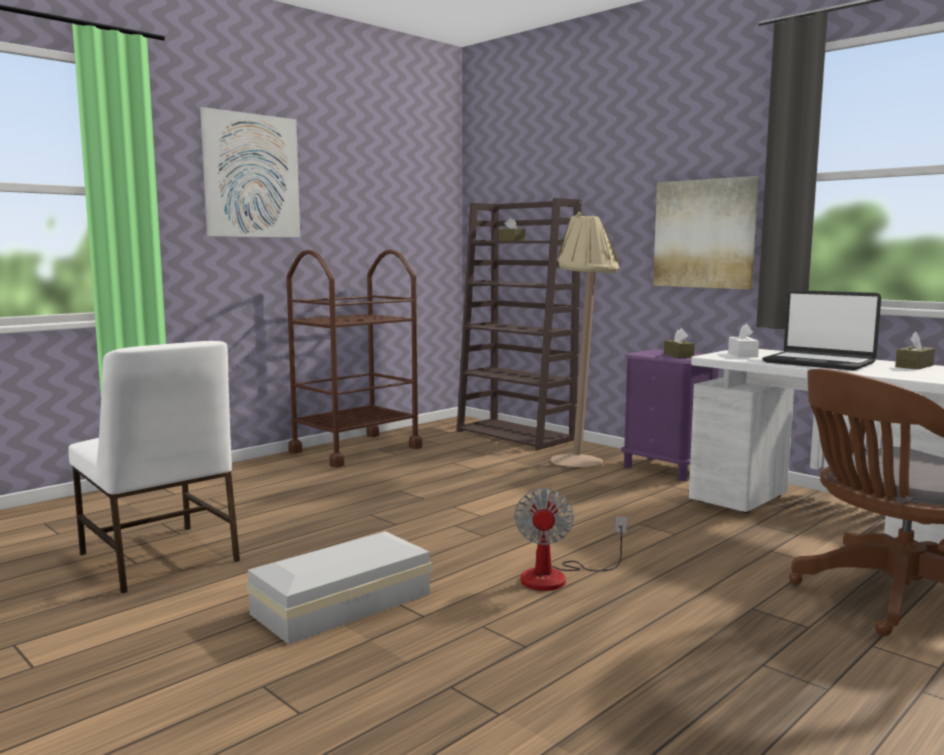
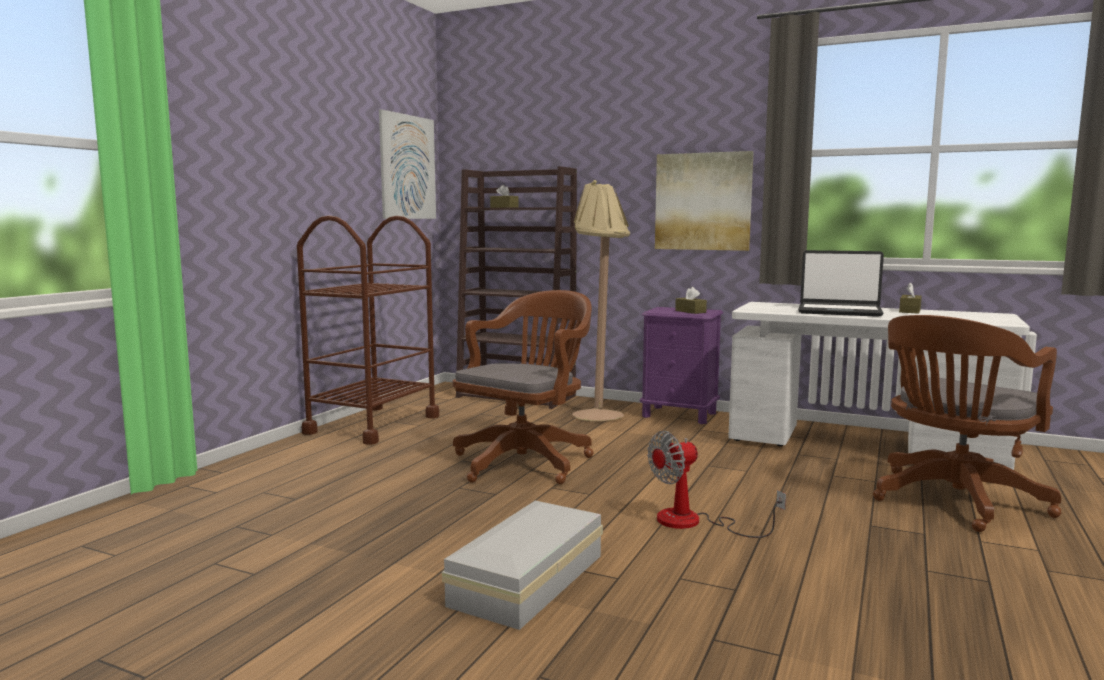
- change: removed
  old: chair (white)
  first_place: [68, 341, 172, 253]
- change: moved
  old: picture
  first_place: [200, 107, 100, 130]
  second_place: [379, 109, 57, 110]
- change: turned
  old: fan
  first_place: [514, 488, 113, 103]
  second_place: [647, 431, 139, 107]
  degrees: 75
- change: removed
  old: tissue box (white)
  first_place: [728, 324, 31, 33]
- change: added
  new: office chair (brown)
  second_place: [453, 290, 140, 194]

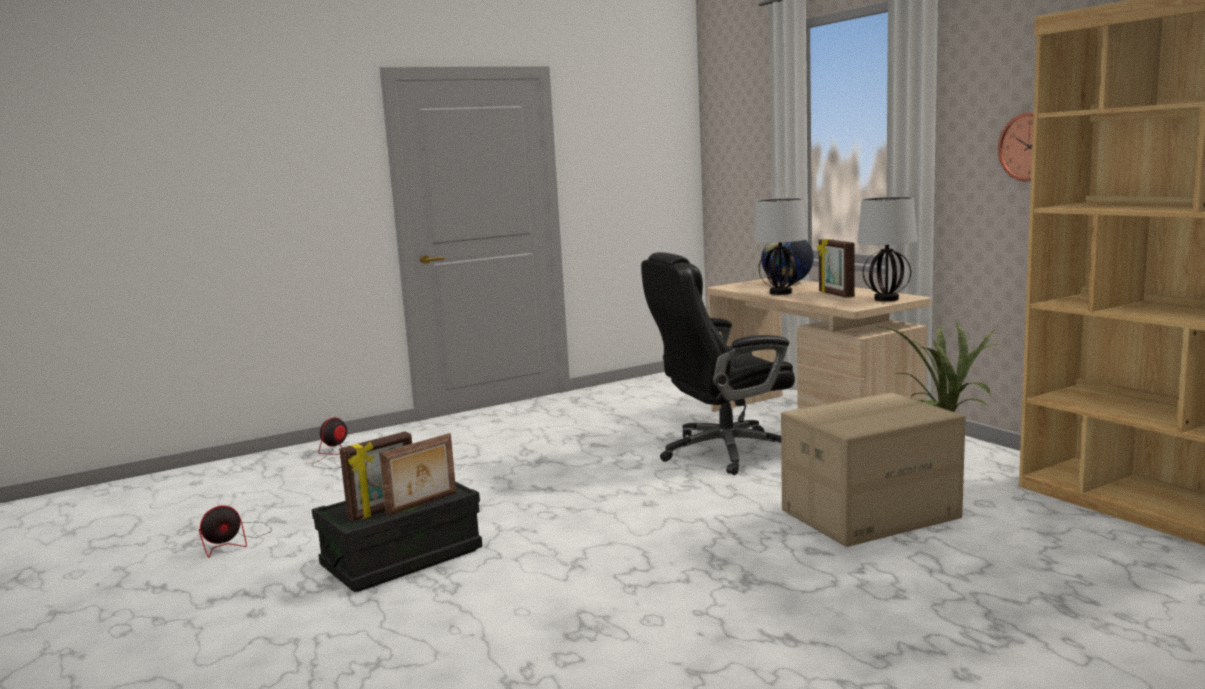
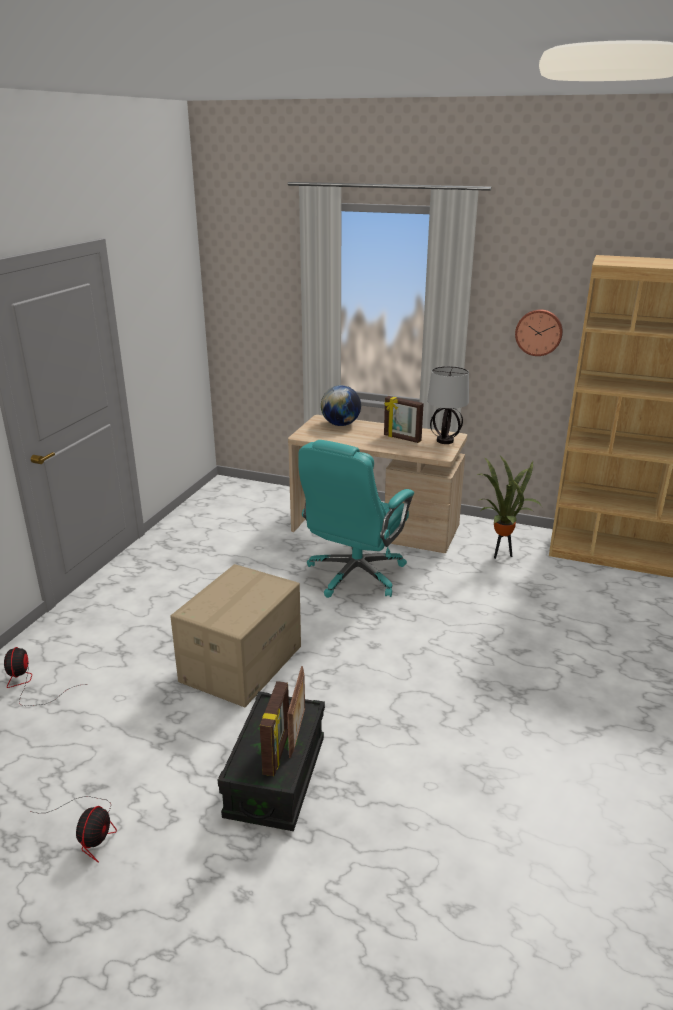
- change: recoloured
  old: office chair (black)
  new: office chair (turquoise)
  first_place: [641, 252, 154, 223]
  second_place: [298, 440, 116, 158]
- change: removed
  old: table lamp
  first_place: [753, 198, 54, 97]
- change: moved
  old: cardboard box
  first_place: [781, 392, 185, 155]
  second_place: [170, 564, 131, 143]

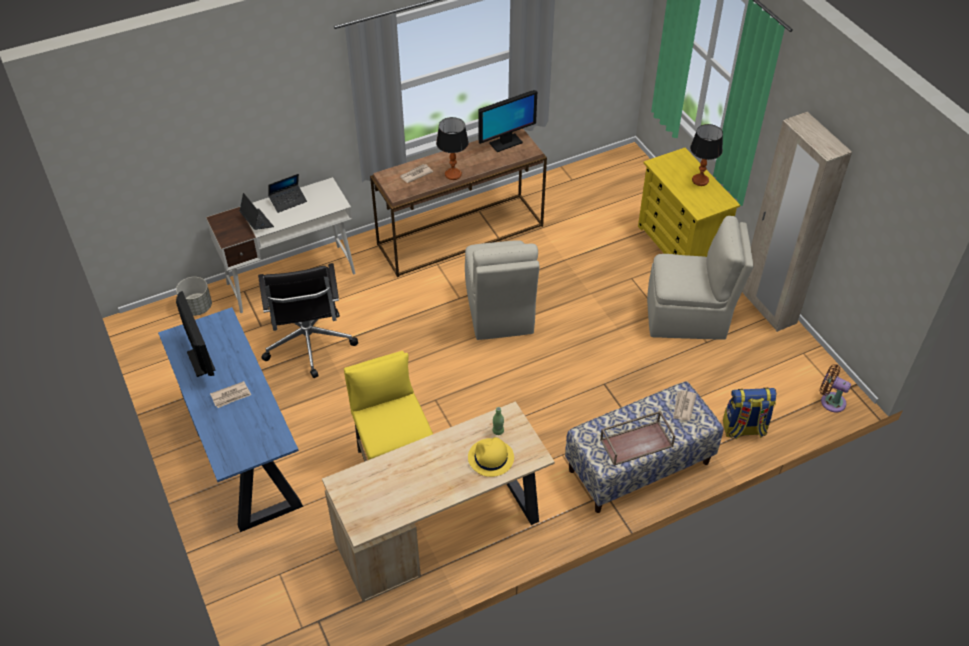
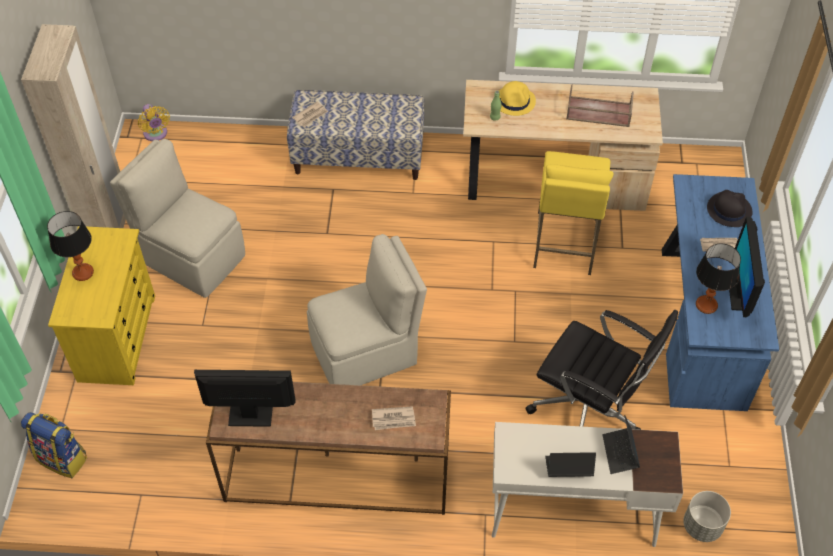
- change: turned
  old: office chair (black)
  first_place: [258, 263, 100, 115]
  second_place: [525, 310, 153, 120]
  degrees: 105
- change: moved
  old: table lamp
  first_place: [436, 117, 33, 63]
  second_place: [696, 243, 45, 71]
- change: turned
  old: chair (beige)
  first_place: [465, 240, 74, 100]
  second_place: [307, 234, 120, 151]
  degrees: 45
- change: moved
  old: tray (brown)
  first_place: [600, 411, 75, 55]
  second_place: [566, 84, 68, 43]
- change: moved
  old: backpack
  first_place: [723, 388, 53, 51]
  second_place: [21, 412, 66, 66]
- change: recoloured
  old: fan (brown)
  new: fan (yellow)
  first_place: [820, 364, 31, 48]
  second_place: [138, 104, 32, 37]
- change: added
  new: hat (black)
  second_place: [707, 190, 46, 37]

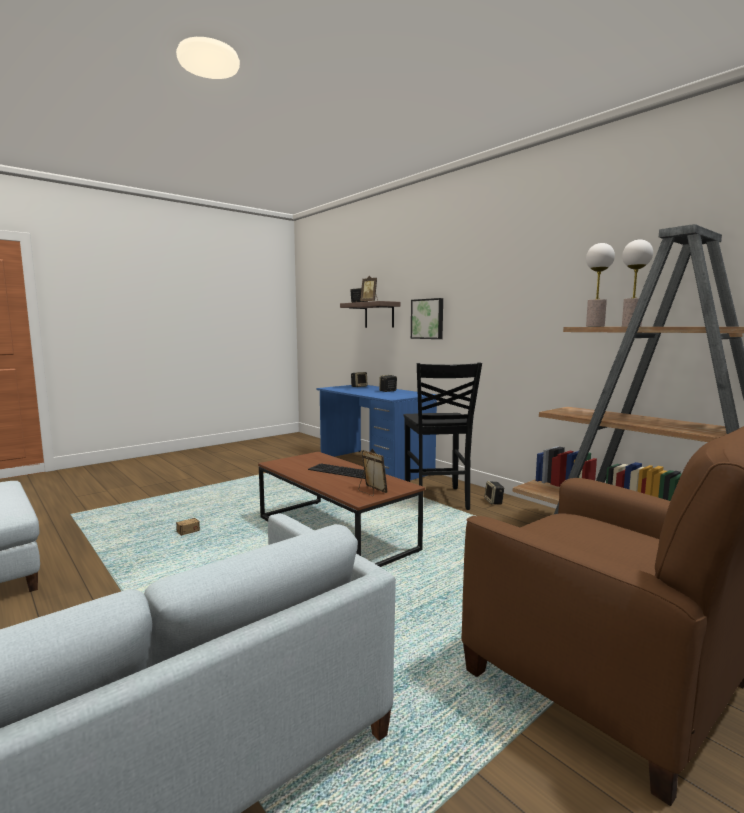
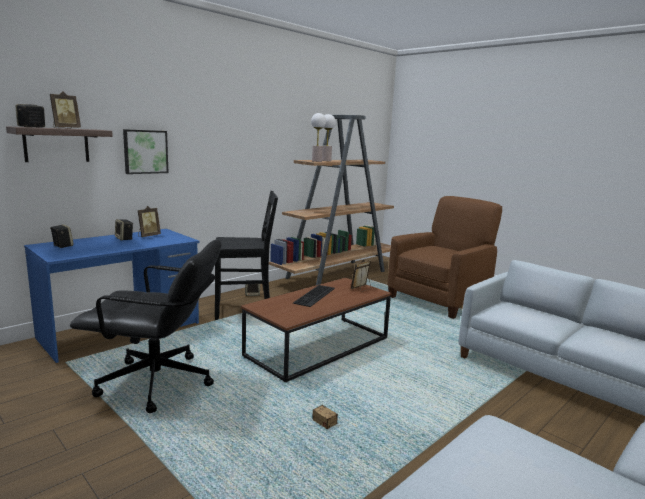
- change: added
  new: office chair (black)
  second_place: [70, 239, 152, 174]
- change: added
  new: picture frame
  second_place: [138, 206, 23, 31]

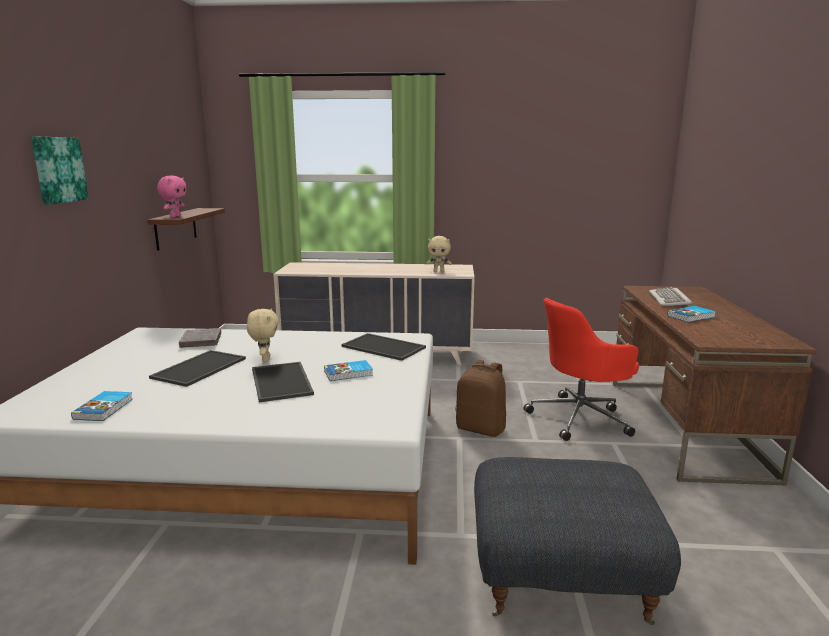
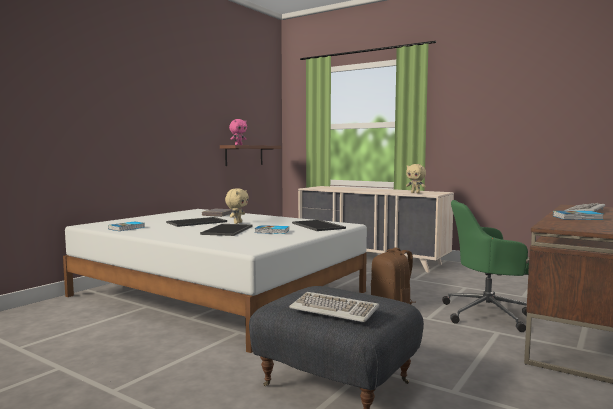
- change: removed
  old: picture
  first_place: [31, 137, 58, 68]
- change: recoloured
  old: office chair (red)
  new: office chair (green)
  first_place: [524, 298, 115, 143]
  second_place: [442, 200, 87, 132]
- change: added
  new: keyboard
  second_place: [289, 292, 90, 30]

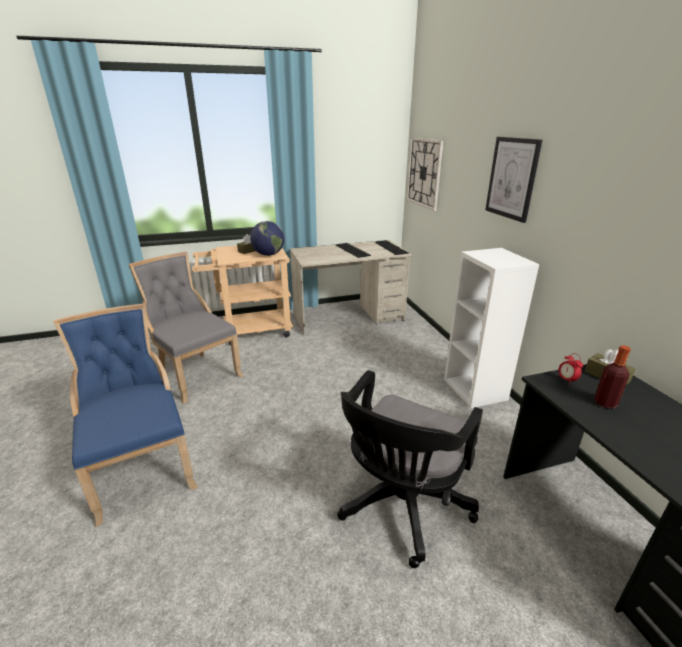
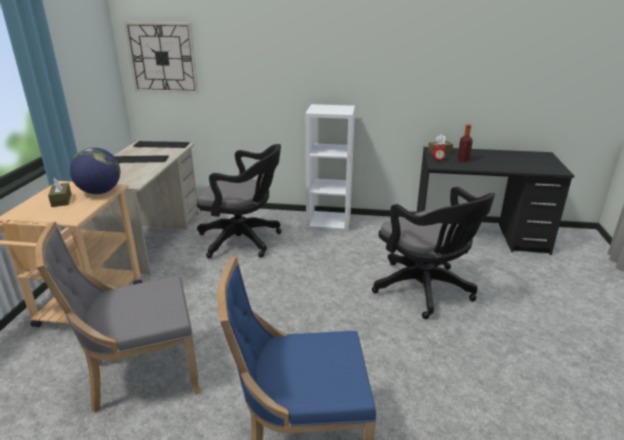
- change: removed
  old: picture
  first_place: [485, 137, 57, 86]
- change: added
  new: office chair (black)
  second_place: [197, 144, 85, 115]

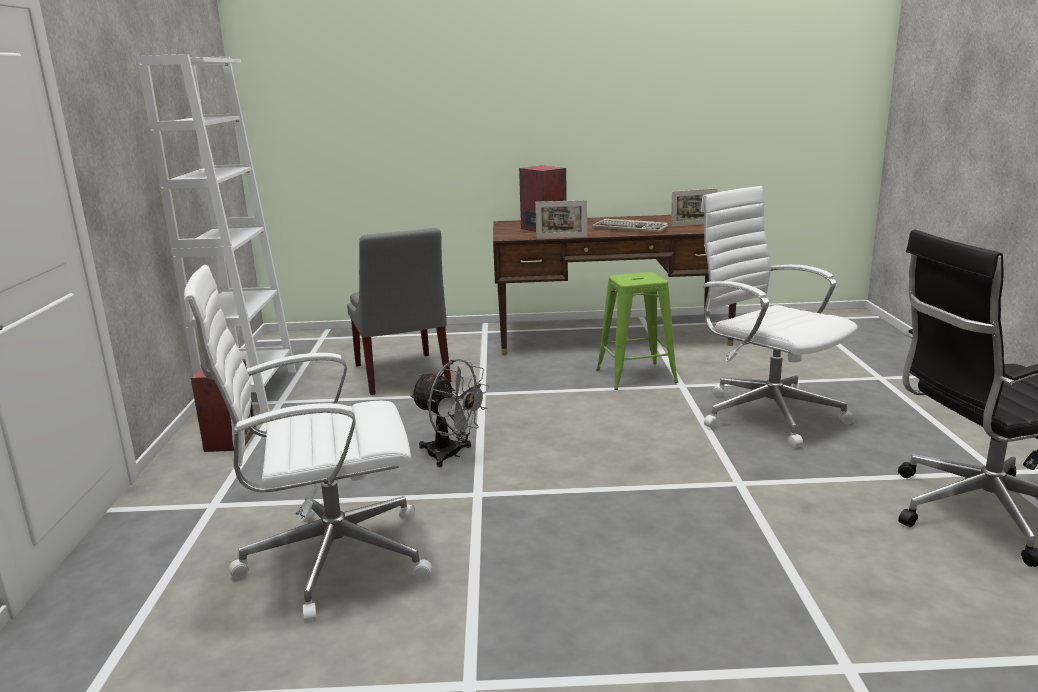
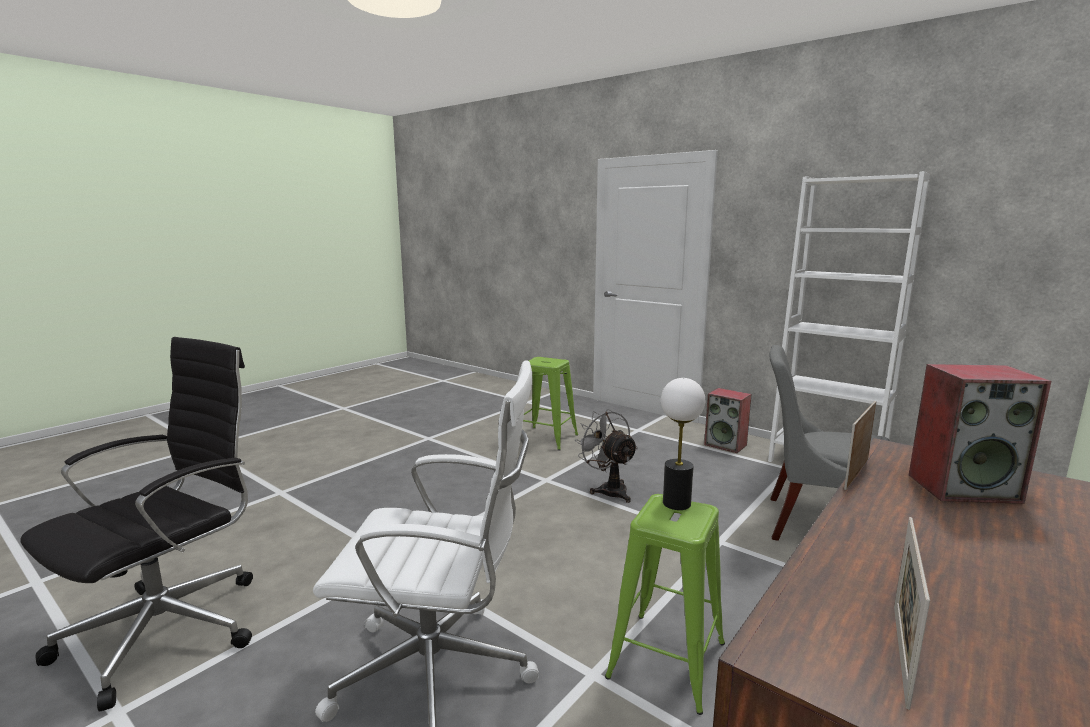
- change: replaced
  old: office chair (white)
  new: stool (green)
  first_place: [184, 265, 248, 359]
  second_place: [523, 357, 55, 93]
- change: turned
  old: fan (grey)
  first_place: [410, 359, 80, 108]
  second_place: [575, 409, 63, 94]
  degrees: 75
- change: removed
  old: keyboard
  first_place: [592, 219, 76, 13]
- change: added
  new: table lamp
  second_place: [661, 378, 44, 132]

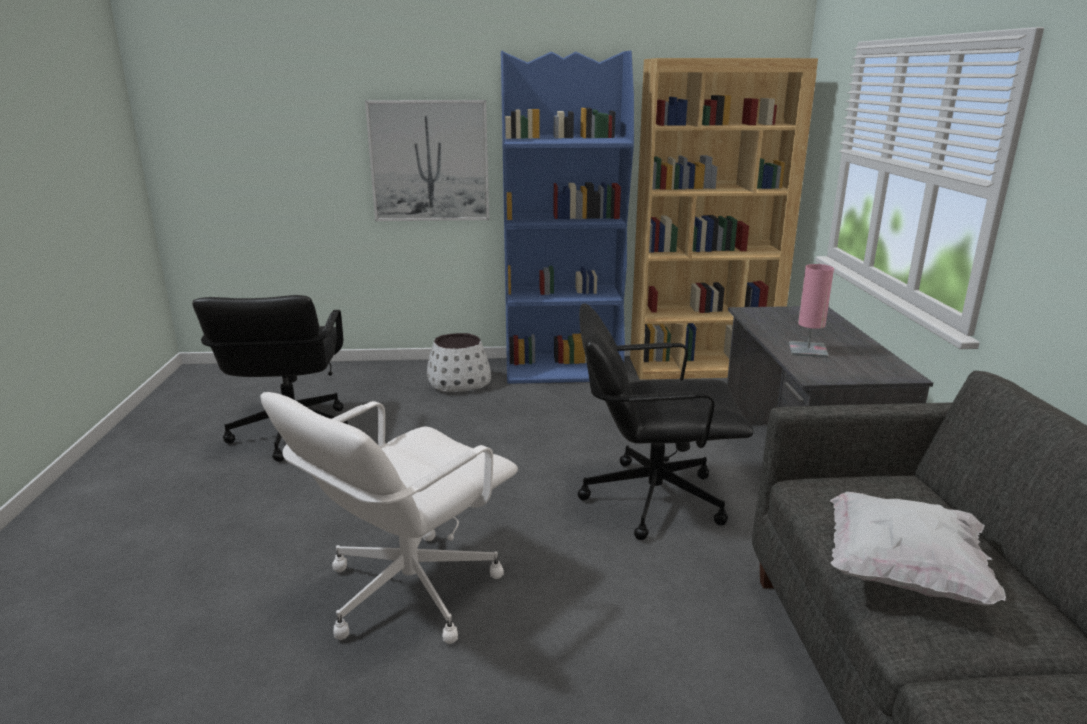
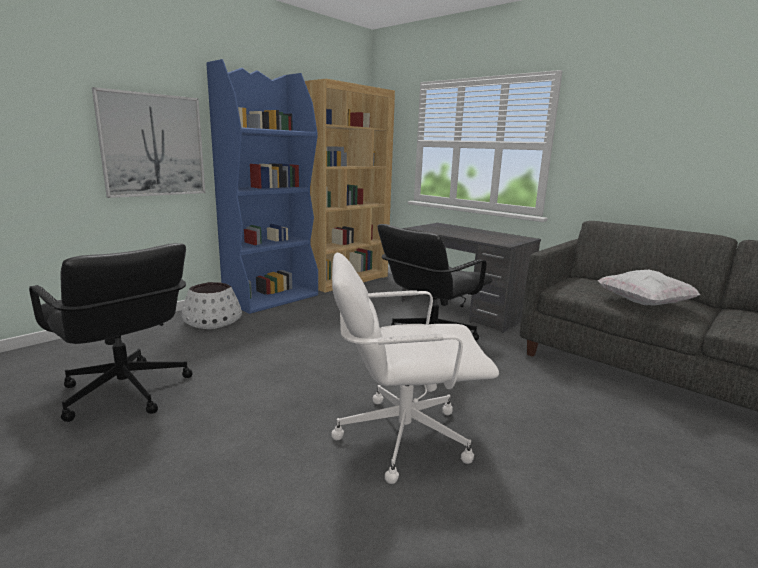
- change: turned
  old: office chair (white)
  first_place: [261, 392, 257, 252]
  second_place: [331, 253, 168, 231]
  degrees: 90
- change: removed
  old: table lamp (pink)
  first_place: [789, 264, 45, 94]

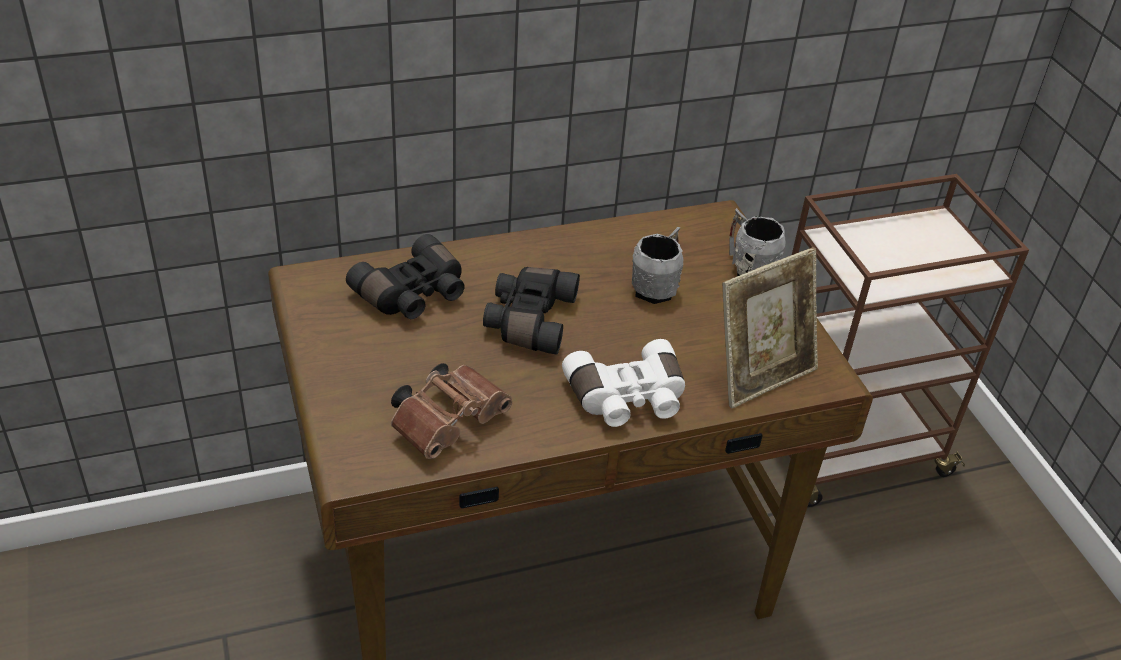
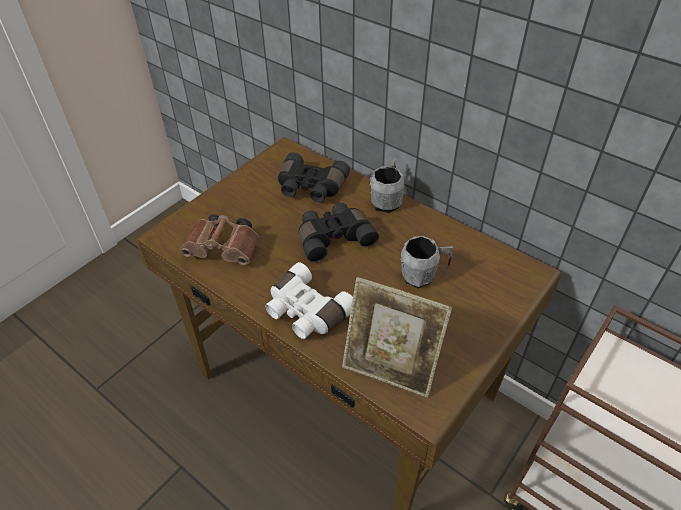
- change: moved
  old: mug (grey)
  first_place: [729, 208, 57, 68]
  second_place: [369, 159, 35, 54]

